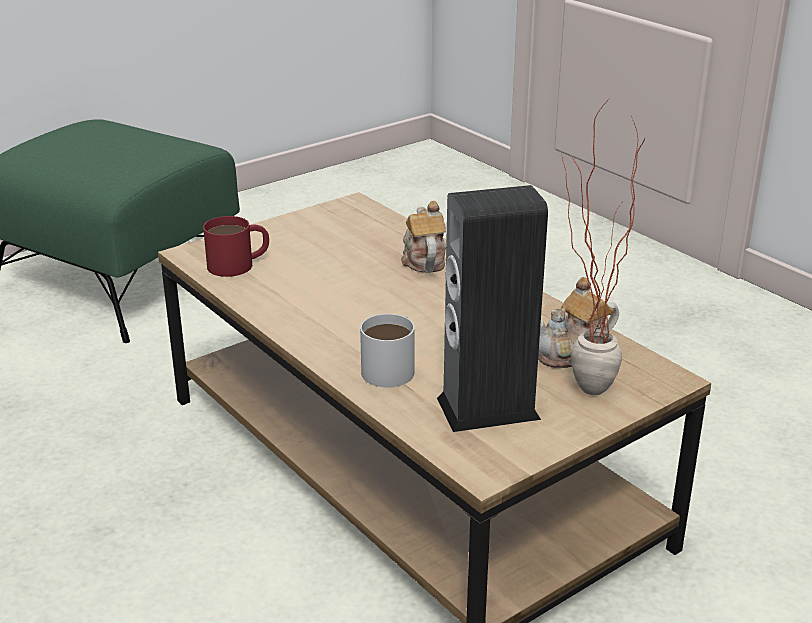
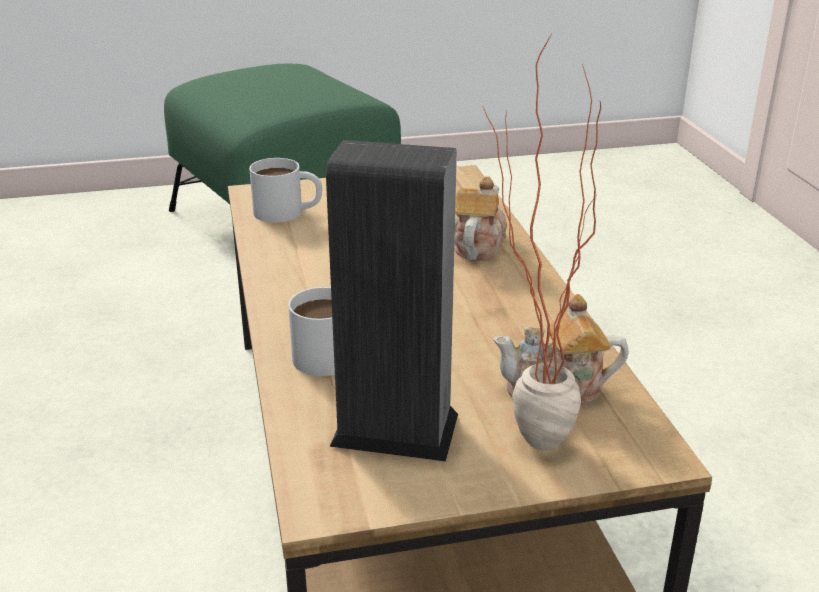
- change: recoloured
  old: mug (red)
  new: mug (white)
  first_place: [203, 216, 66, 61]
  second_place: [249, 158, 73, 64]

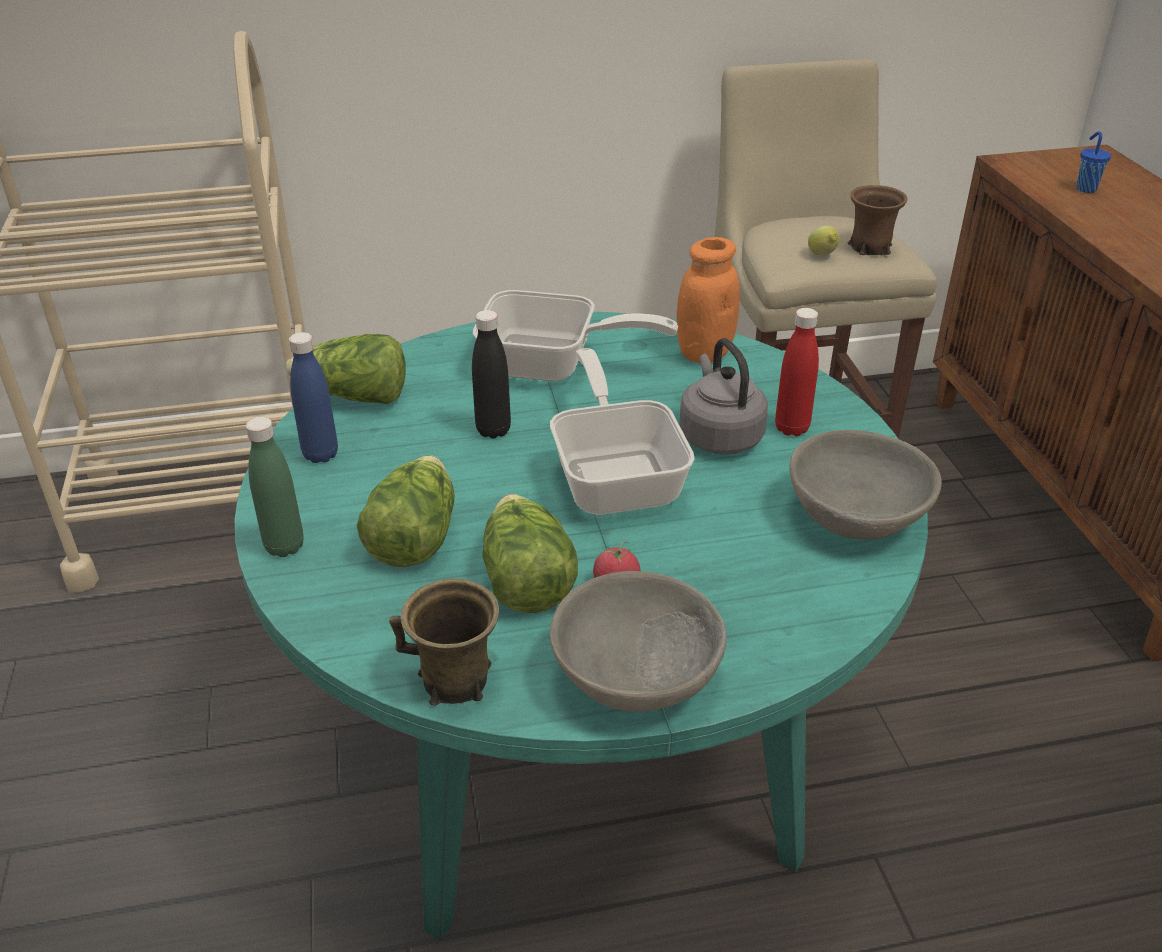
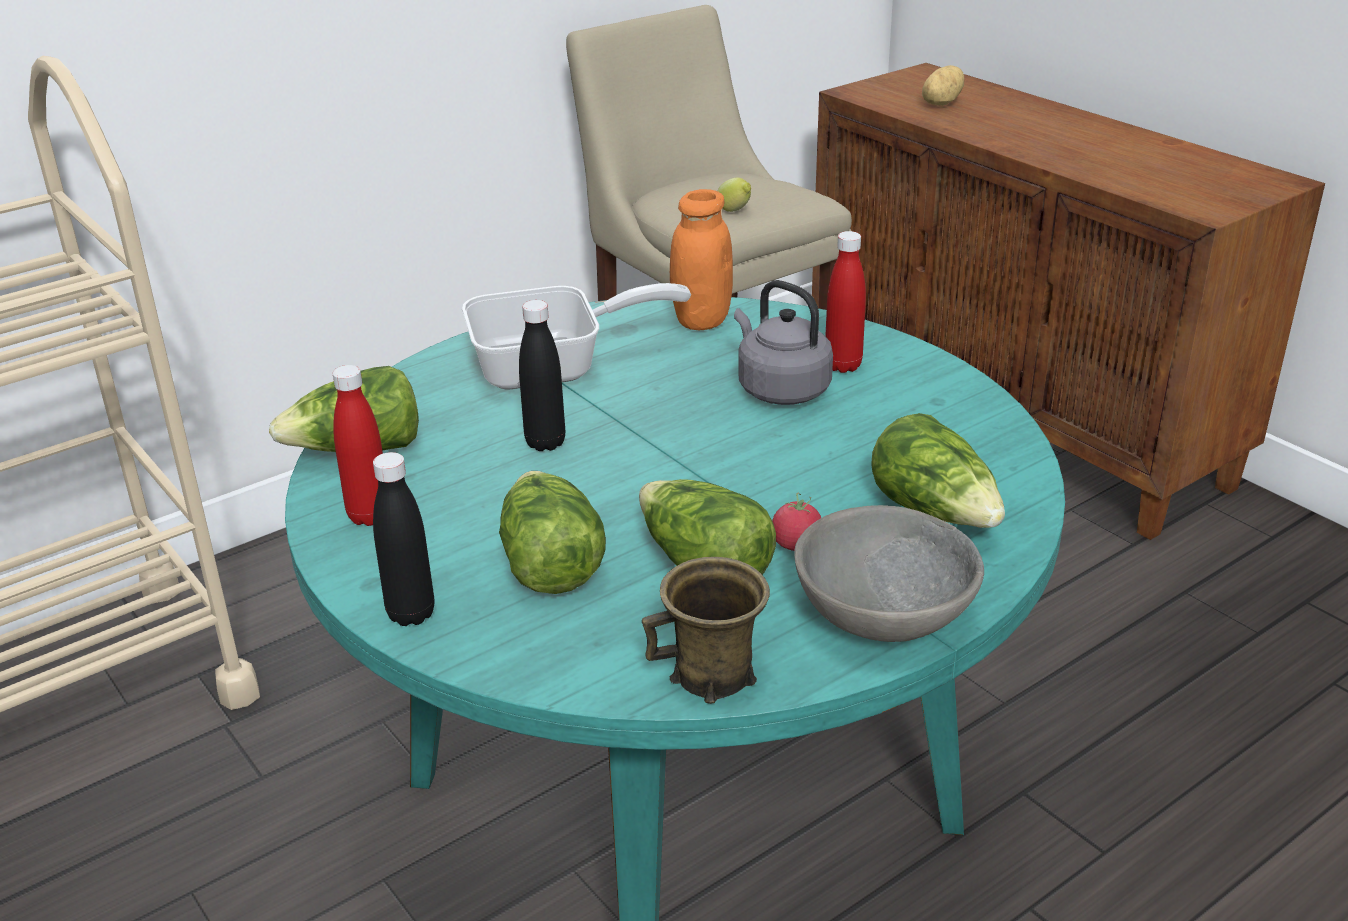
- change: recoloured
  old: bottle (green)
  new: bottle (black)
  first_place: [246, 417, 58, 140]
  second_place: [373, 452, 62, 174]
- change: recoloured
  old: bottle (blue)
  new: bottle (red)
  first_place: [289, 332, 49, 131]
  second_place: [333, 365, 50, 161]
- change: removed
  old: frying pan
  first_place: [550, 348, 145, 167]
- change: removed
  old: bowl (grey)
  first_place: [790, 430, 152, 110]
- change: removed
  old: mug (brown)
  first_place: [848, 185, 59, 70]
- change: replaced
  old: cup (blue)
  new: potato
  first_place: [1076, 131, 35, 62]
  second_place: [922, 65, 42, 41]
- change: added
  new: lettuce
  second_place: [871, 413, 134, 115]

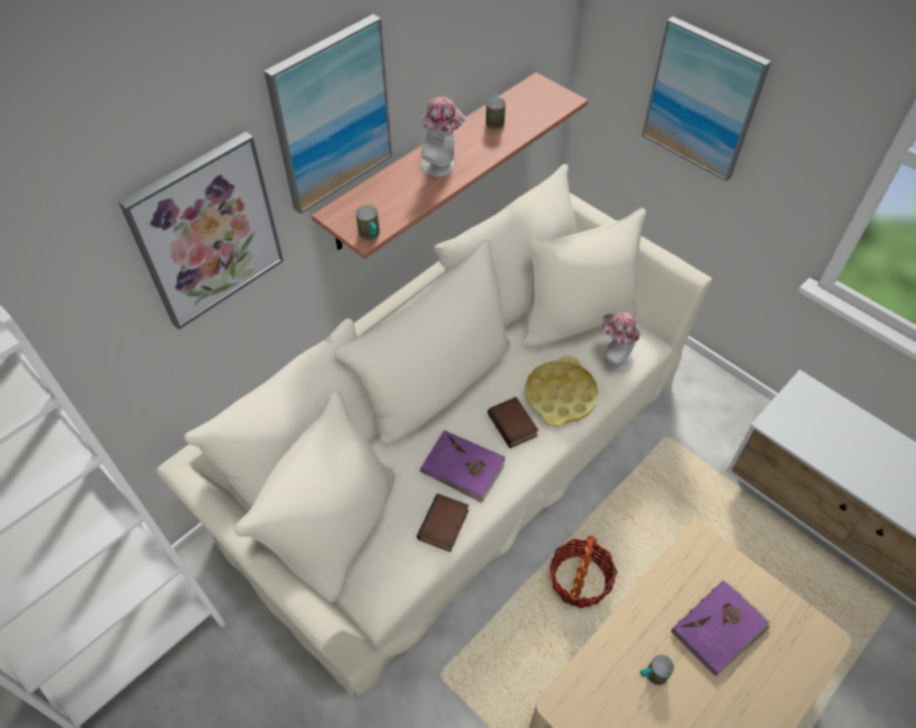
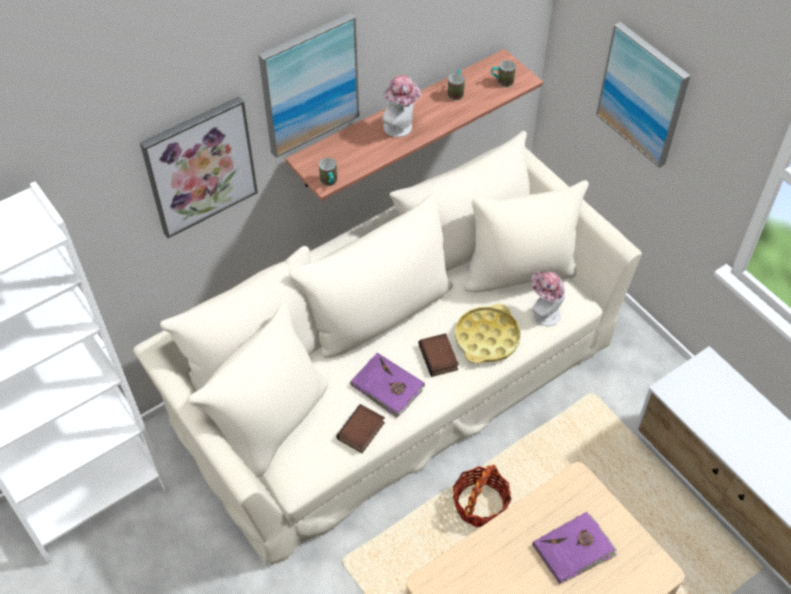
- change: moved
  old: mug
  first_place: [640, 655, 34, 30]
  second_place: [491, 60, 25, 27]

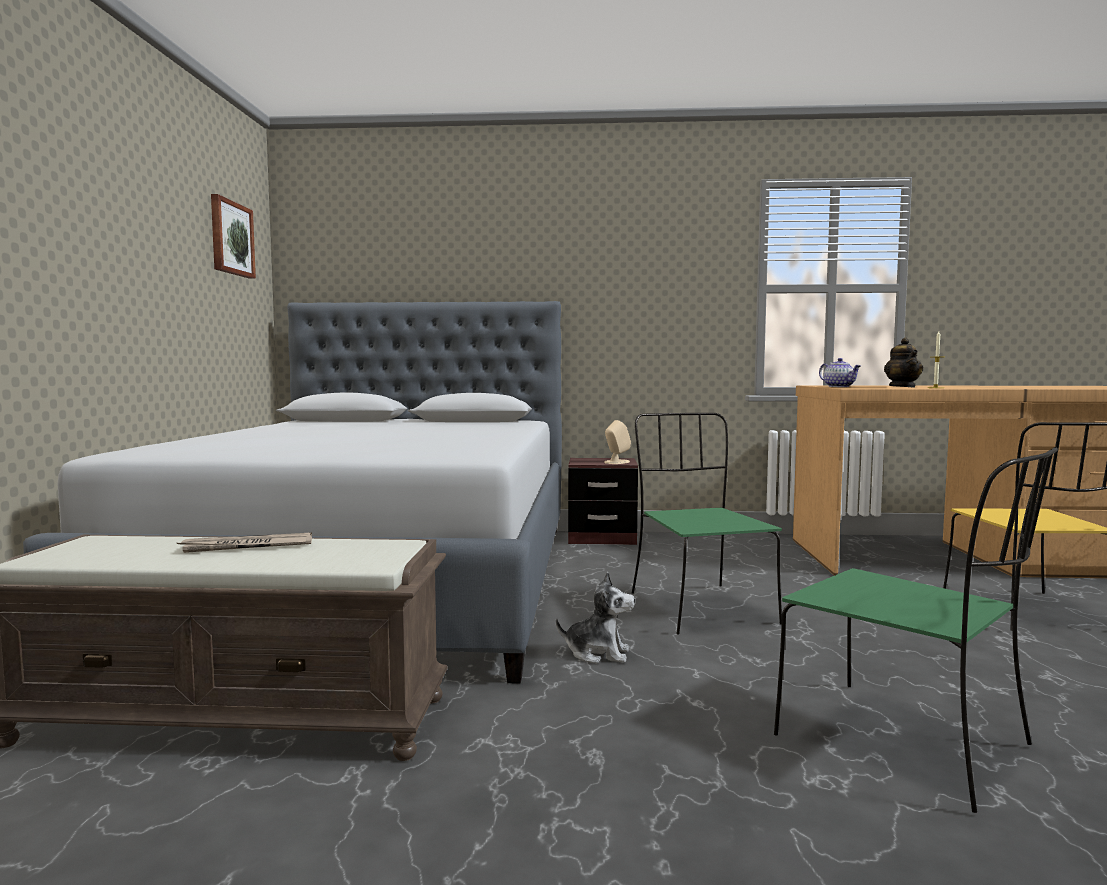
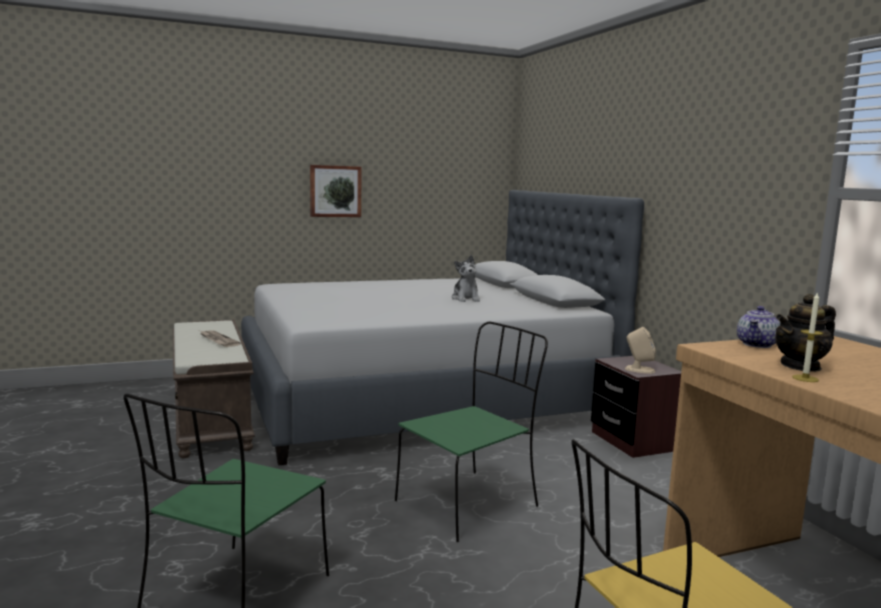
- change: moved
  old: picture
  first_place: [211, 194, 45, 85]
  second_place: [310, 165, 52, 52]
- change: moved
  old: plush toy
  first_place: [556, 572, 79, 92]
  second_place: [452, 255, 28, 47]

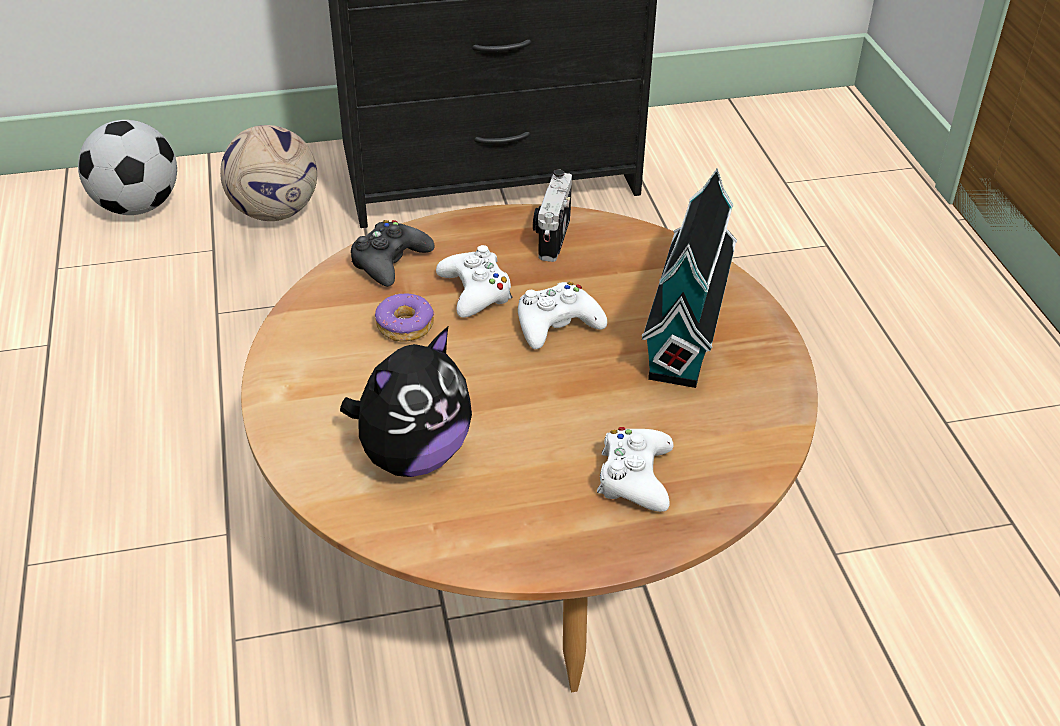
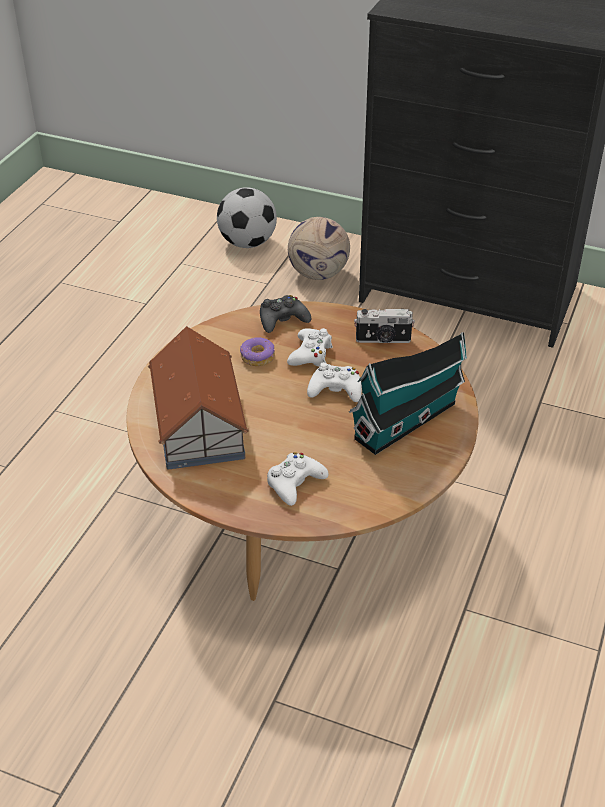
- change: replaced
  old: plush toy
  new: toy house
  first_place: [340, 327, 132, 150]
  second_place: [148, 326, 101, 144]
- change: turned
  old: photo camera
  first_place: [533, 169, 39, 93]
  second_place: [354, 309, 61, 34]
  degrees: -135

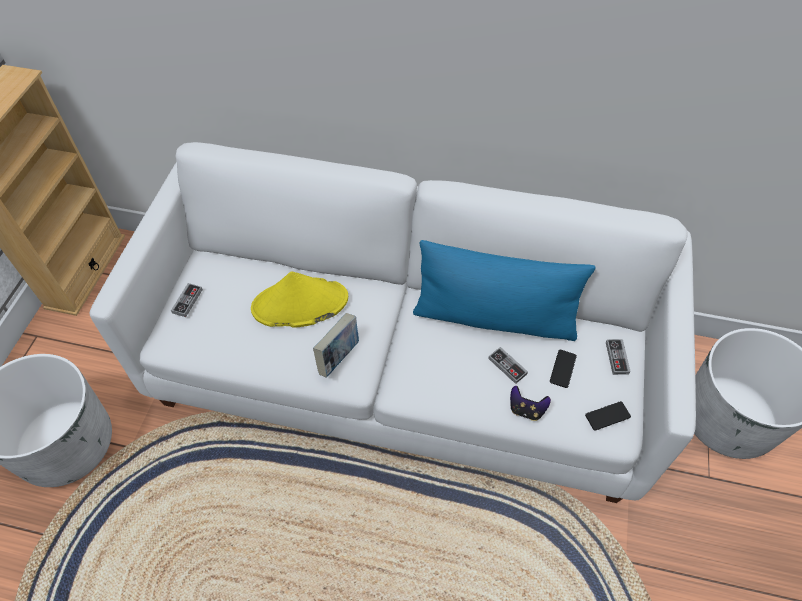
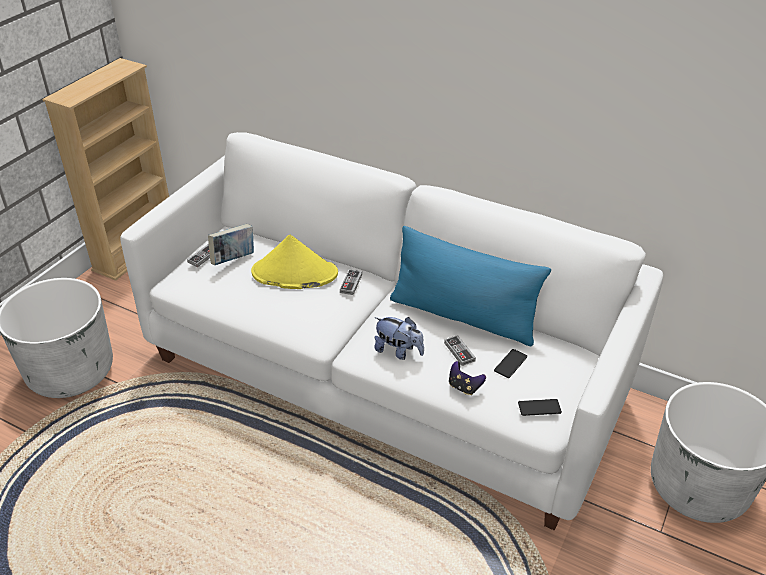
- change: moved
  old: book
  first_place: [313, 313, 46, 64]
  second_place: [208, 224, 46, 41]
- change: moved
  old: game controller
  first_place: [606, 339, 25, 36]
  second_place: [340, 269, 22, 26]
- change: added
  new: plush toy
  second_place: [374, 317, 50, 43]

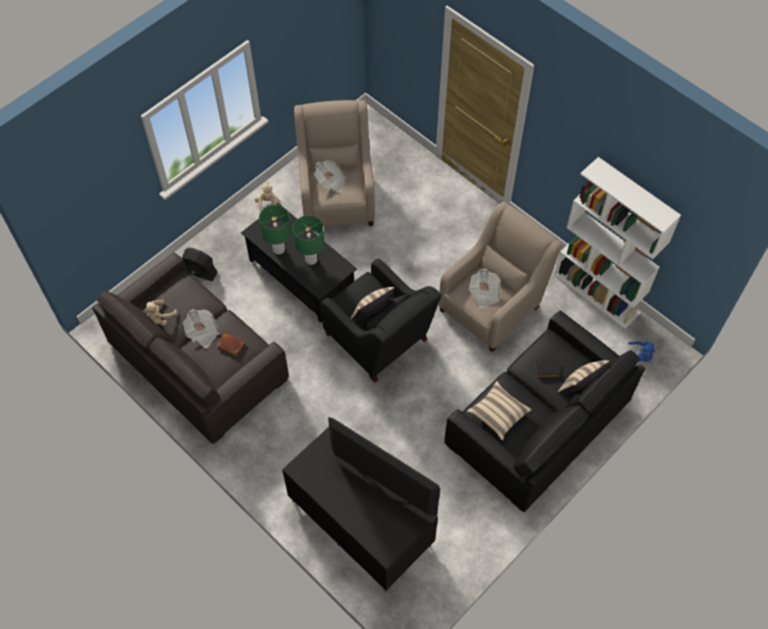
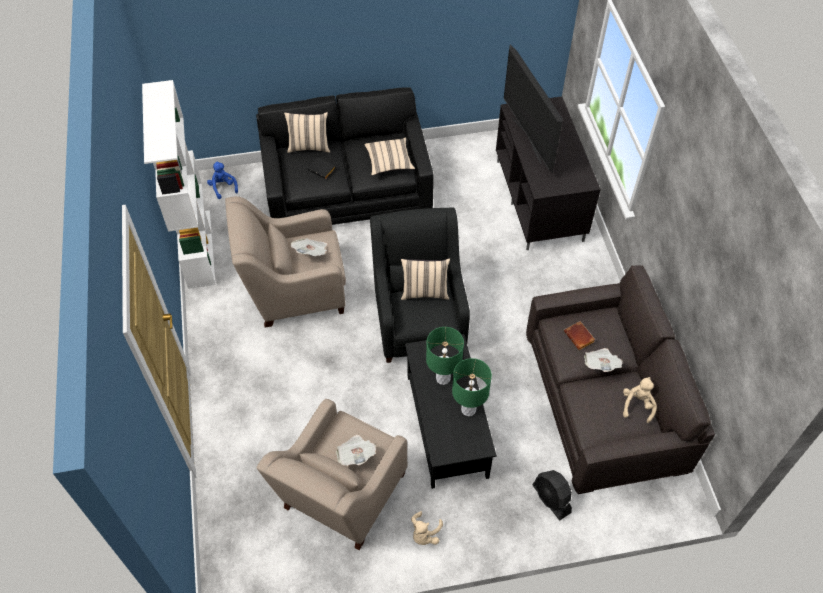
- change: turned
  old: plush toy (beige)
  first_place: [144, 300, 34, 26]
  second_place: [623, 377, 34, 46]
  degrees: -60

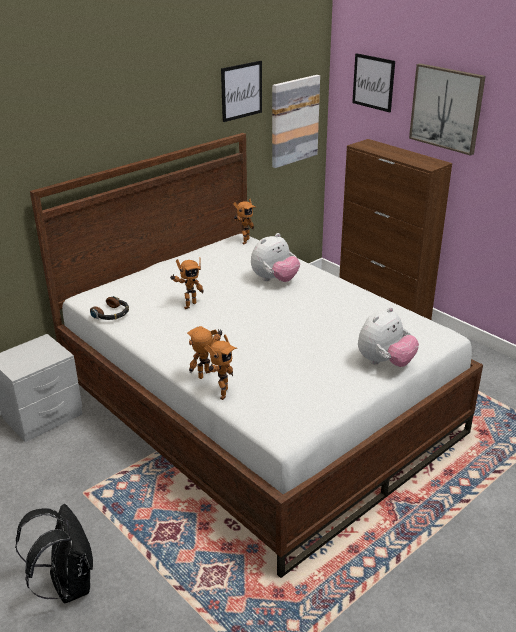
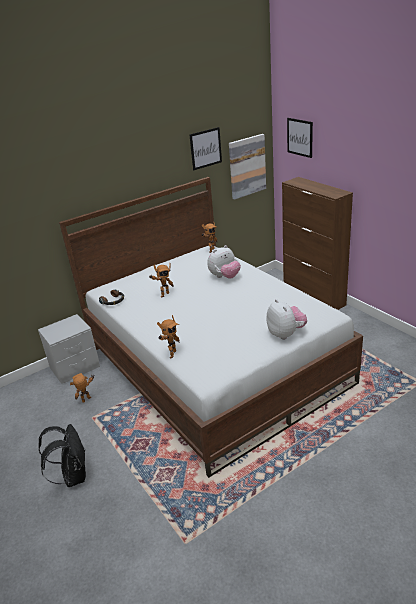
- change: moved
  old: toy robot
  first_place: [187, 326, 35, 53]
  second_place: [70, 373, 24, 30]
- change: turned
  old: plush toy
  first_place: [358, 307, 61, 60]
  second_place: [266, 299, 41, 41]
  degrees: -75
- change: removed
  old: picture
  first_place: [409, 63, 77, 93]

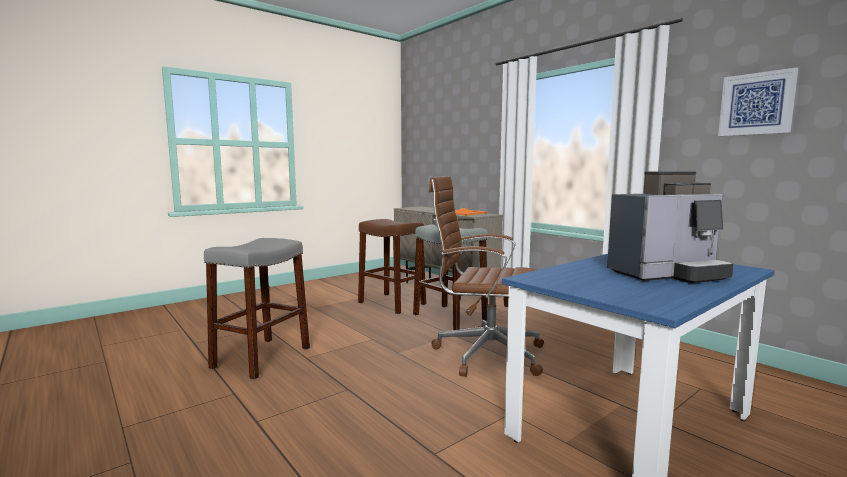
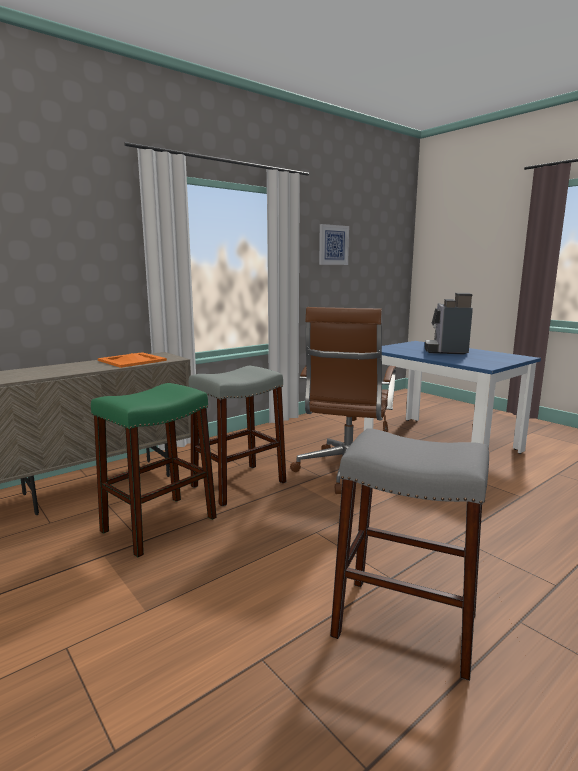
- change: recoloured
  old: stool (brown)
  new: stool (green)
  first_place: [358, 219, 68, 95]
  second_place: [91, 383, 126, 174]
- change: turned
  old: coffee machine
  first_place: [607, 171, 126, 112]
  second_place: [425, 293, 48, 61]
  degrees: -150

